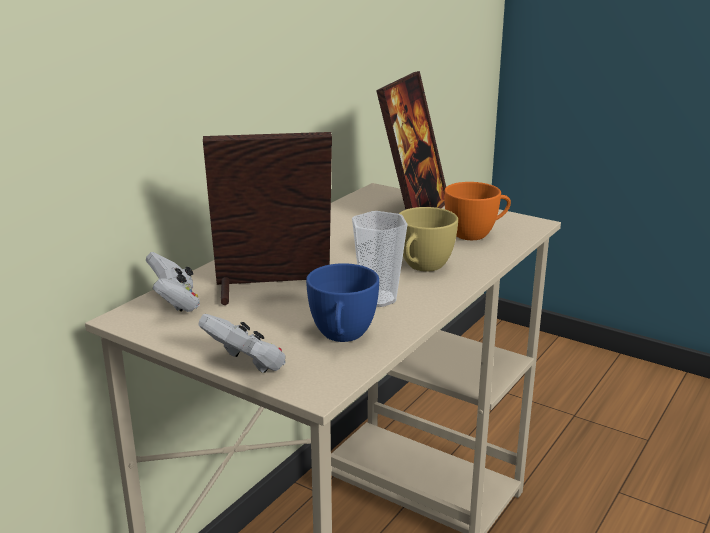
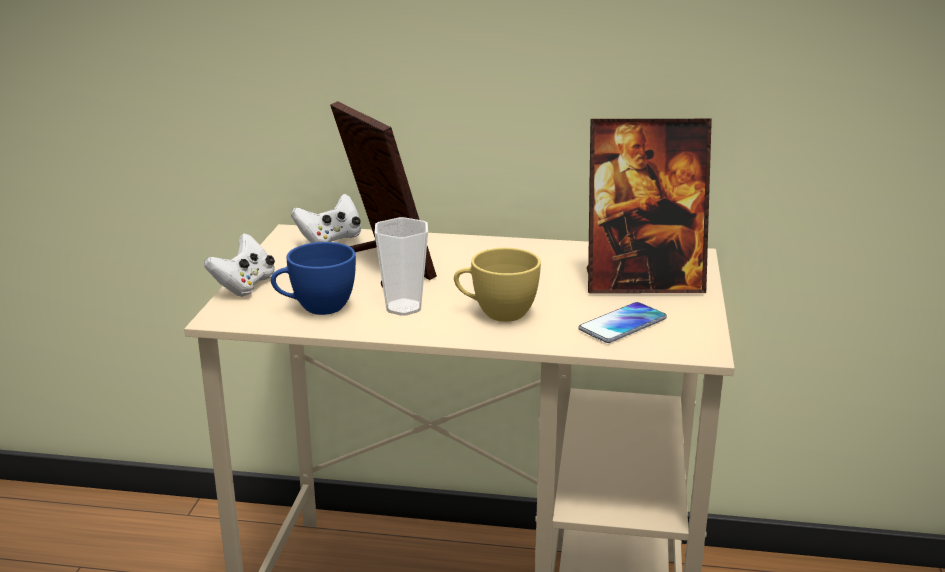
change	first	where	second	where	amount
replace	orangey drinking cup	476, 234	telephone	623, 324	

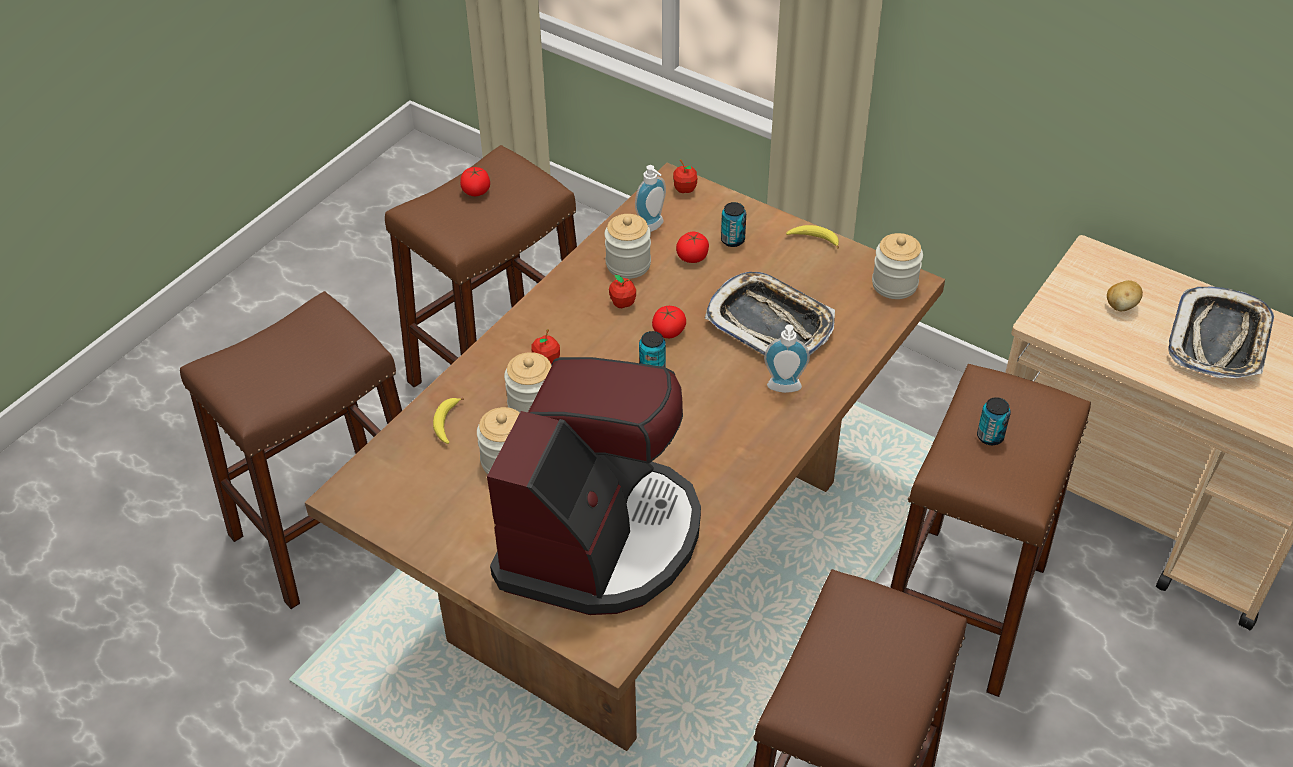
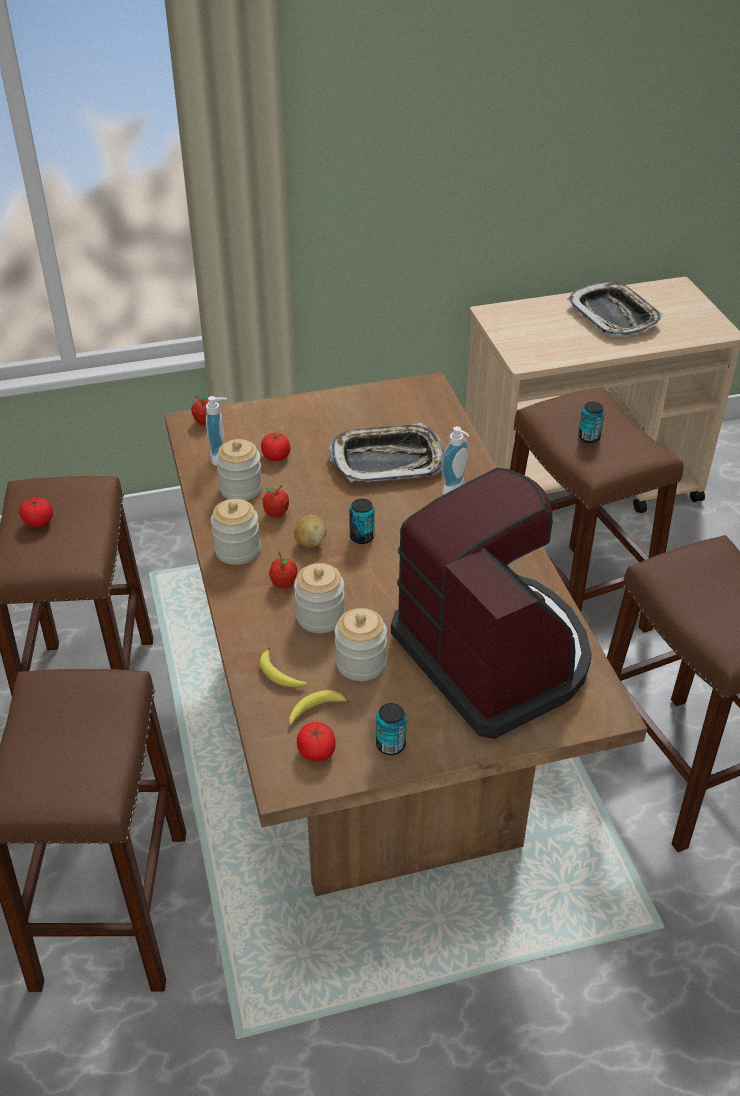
change	first	where	second	where	amount
move	whole tomato	668, 331		316, 751	
move	can	732, 240		390, 745	
move	banana	814, 239		315, 710	
move	storage jar	894, 284		237, 550	
move	whole potato	1121, 306		310, 542	

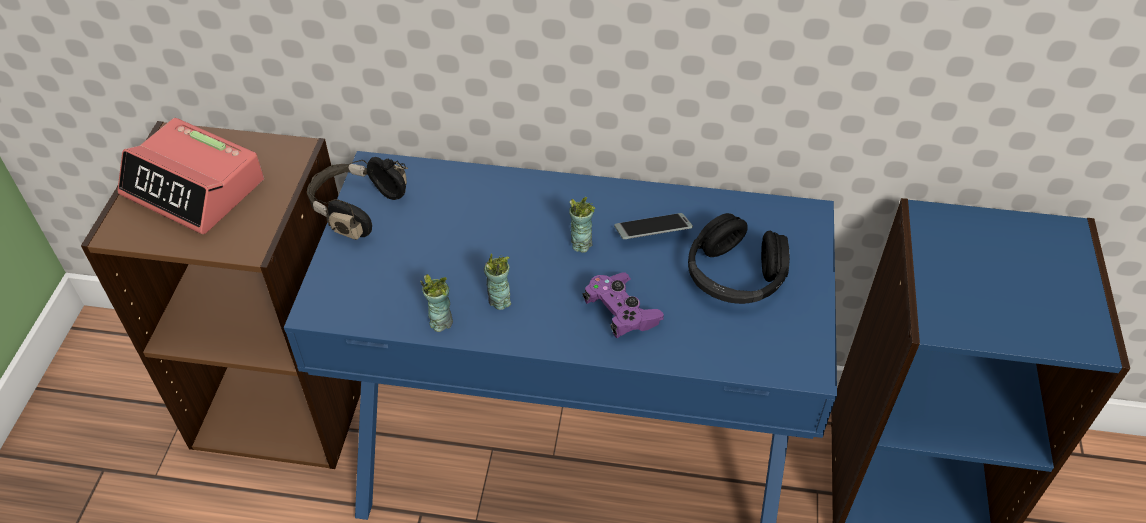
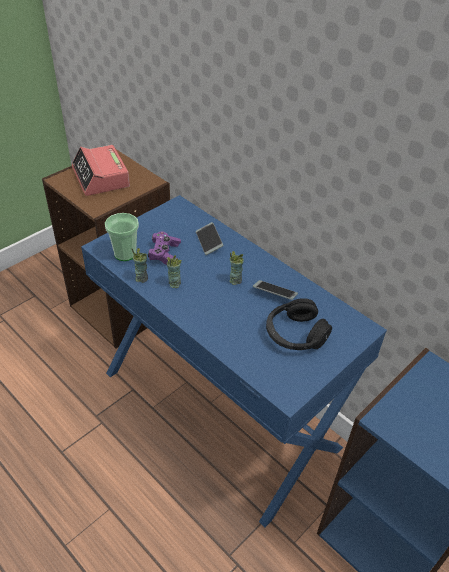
change	first	where	second	where	amount
delete	black headphones	356, 208			
move	purplish joypad	621, 313		164, 254	
insert			drinking cup	125, 254	
insert			telephone	209, 242	

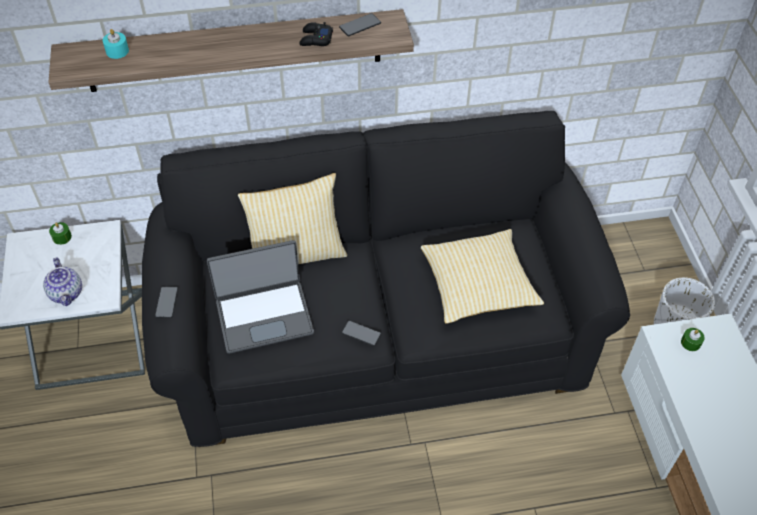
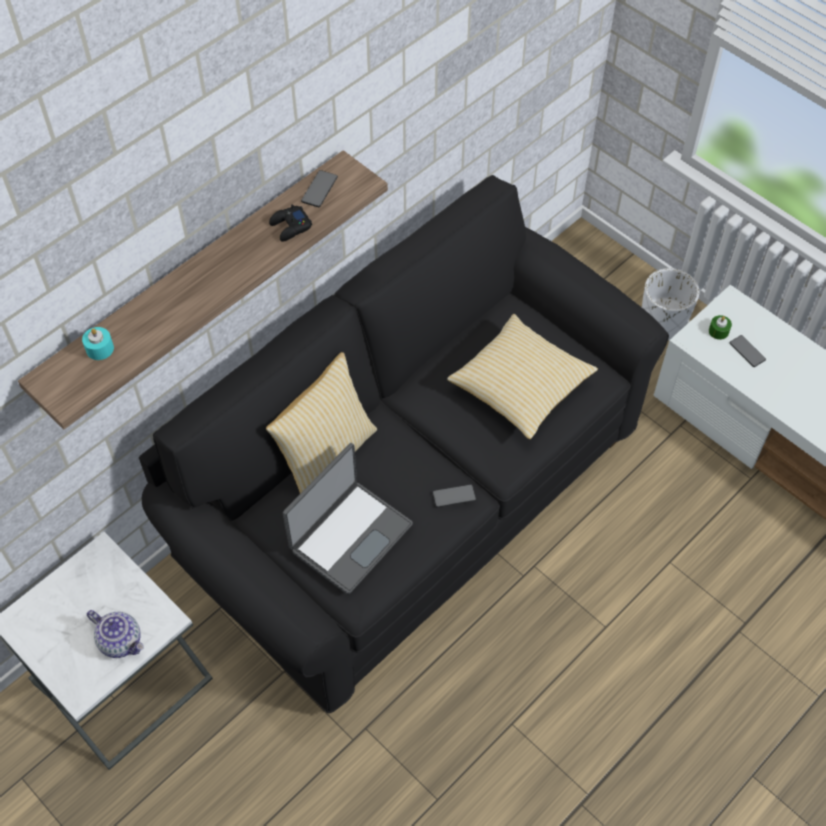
change	first	where	second	where	amount
delete	green-coloured wax light	62, 237			
move	telephone	166, 302		747, 351	

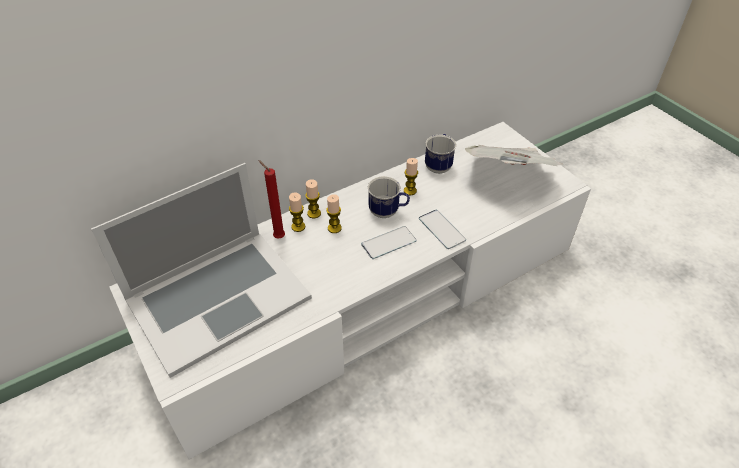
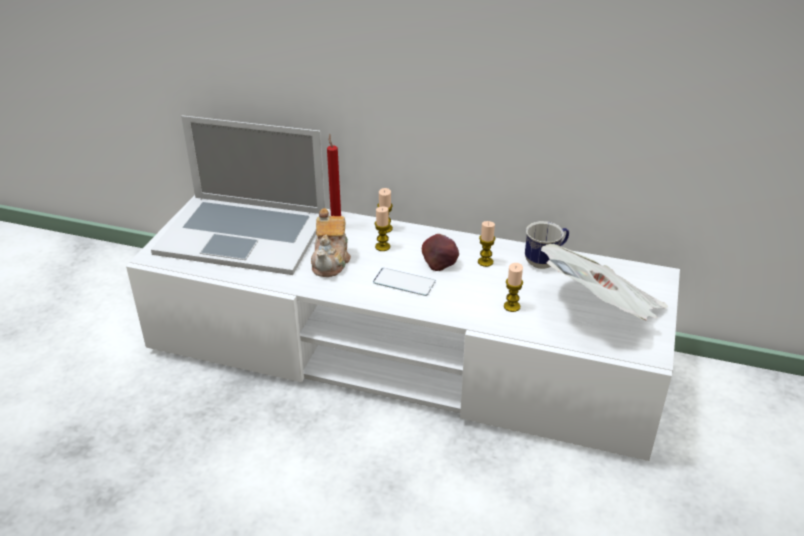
change	first	where	second	where	amount
move	wax light	298, 226		512, 306	
replace	mug	388, 212	whole apple	440, 264	
delete	telephone	441, 229			
insert			pot for tea	331, 261	

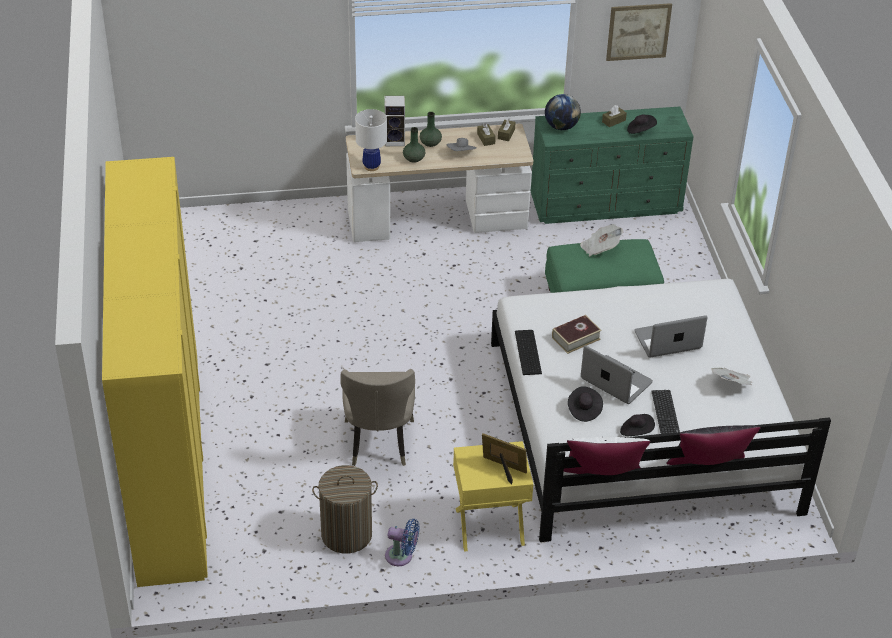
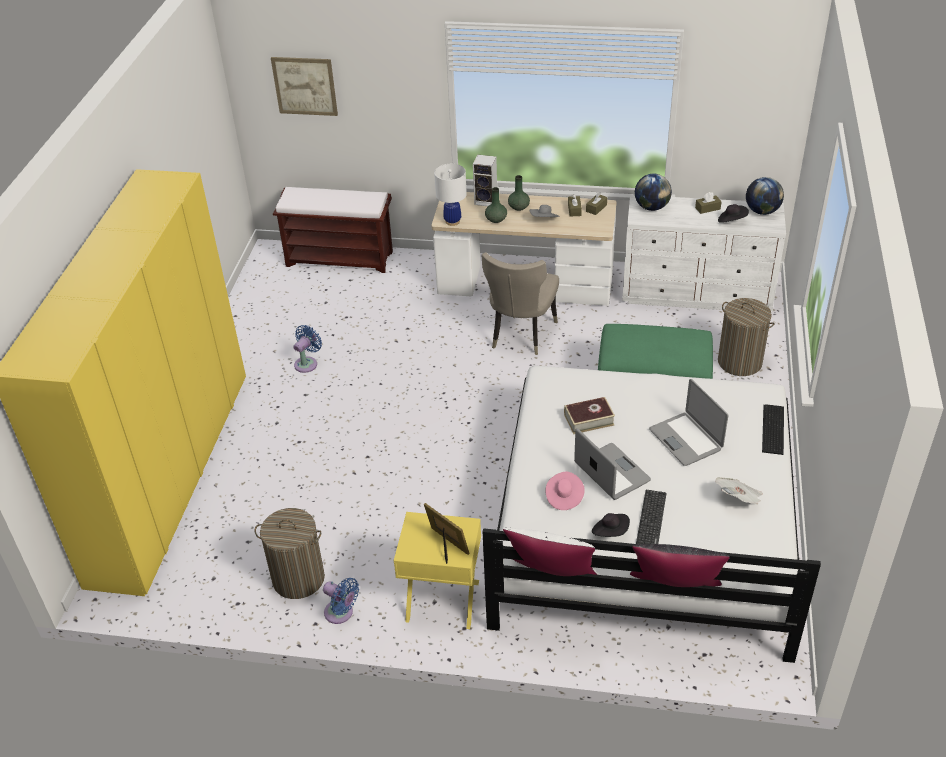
change	first	where	second	where	amount
move	sand-coloured upright chair	378, 444		520, 335	
move	keyboard	527, 353		771, 430	
recolor	green-coloured dresser	606, 204	white-coloured dresser	697, 293	
recolor	black hat	584, 410	pinkish hat	564, 497	
delete	printed paper	600, 248			
move	picture	638, 31		305, 86	
rotate	laptop	668, 341		686, 439	120 degrees counterclockwise
insert			brown-coloured indoor bench	340, 258	
insert			blue cooling fan	307, 363	
insert			laundry basket	740, 362	
insert			world globe	762, 211	

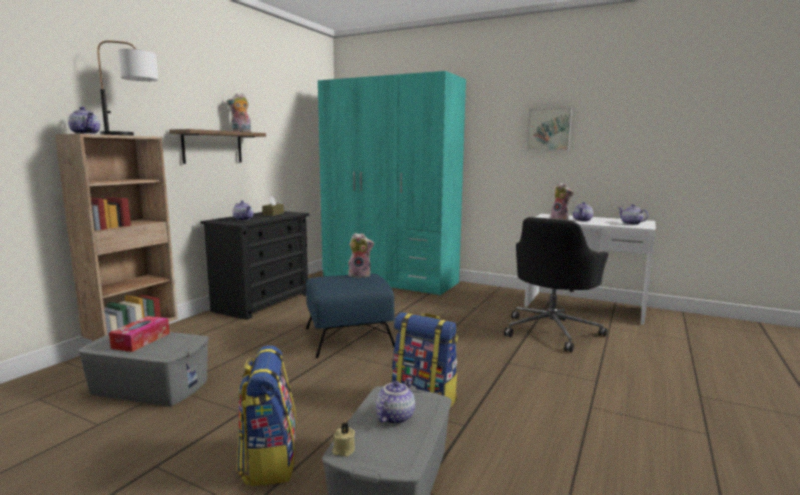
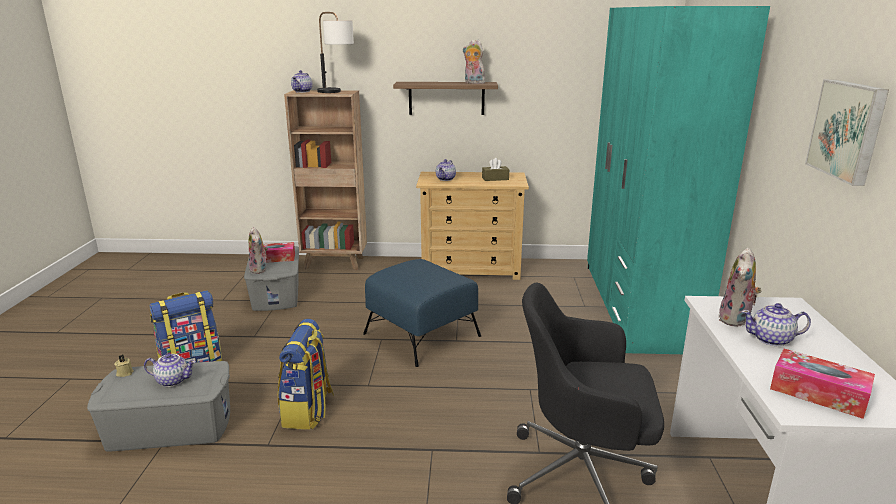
change	first	where	second	where	amount
recolor	black dresser	262, 302	sand-coloured dresser	471, 269	
move	soft toy	360, 275		260, 270	
replace	pot for tea	630, 223	tissue box	818, 393	

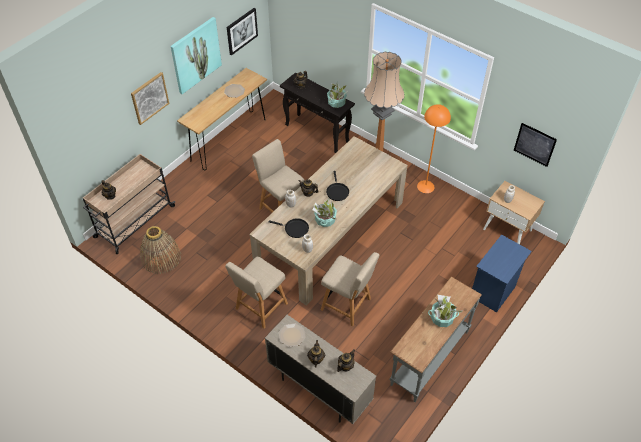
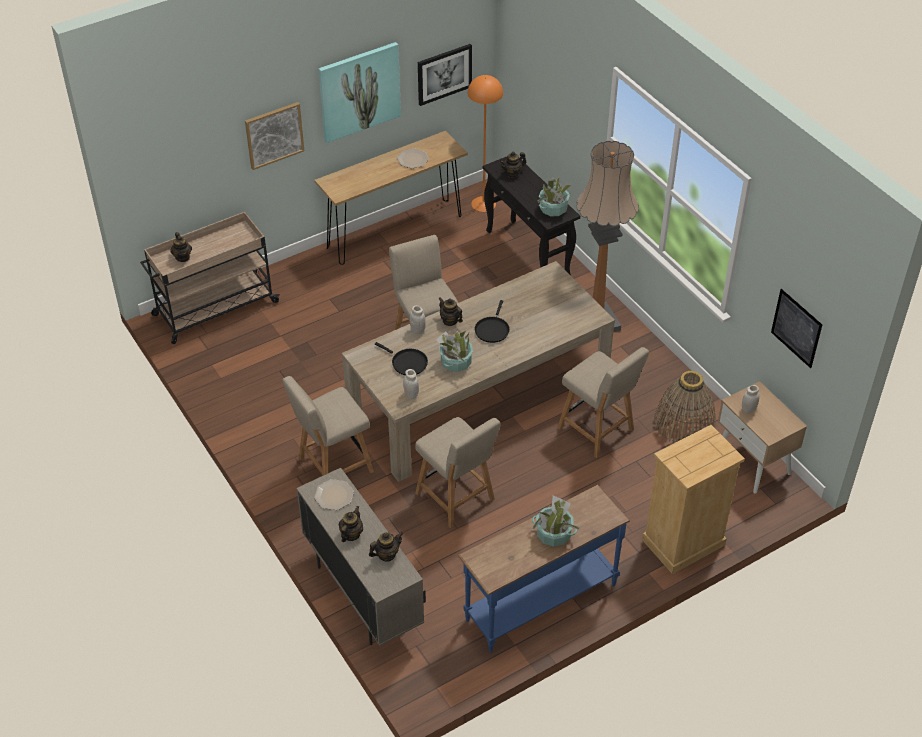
change	first	where	second	where	amount
move	storage basket	161, 257		684, 423	
recolor	grey narrow table	428, 357	blue narrow table	540, 601	
move	orangey standard lamp	425, 186		483, 203	
replace	blue night table	493, 292	sand-coloured dresser	683, 543	
insert			sand-coloured upright chair	598, 431	

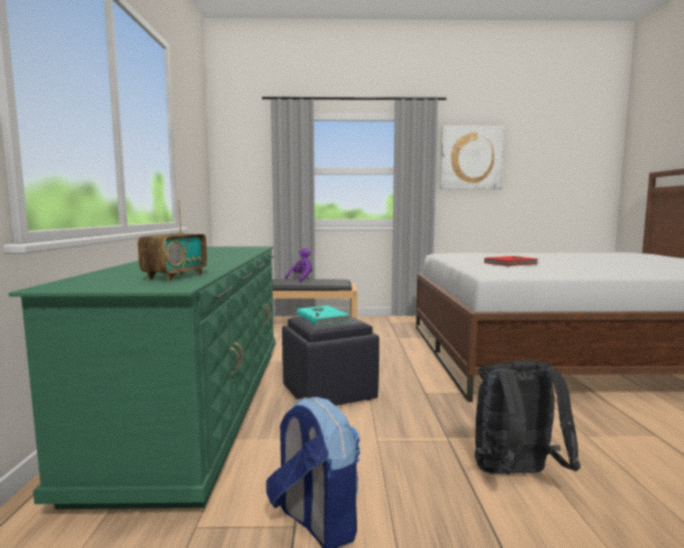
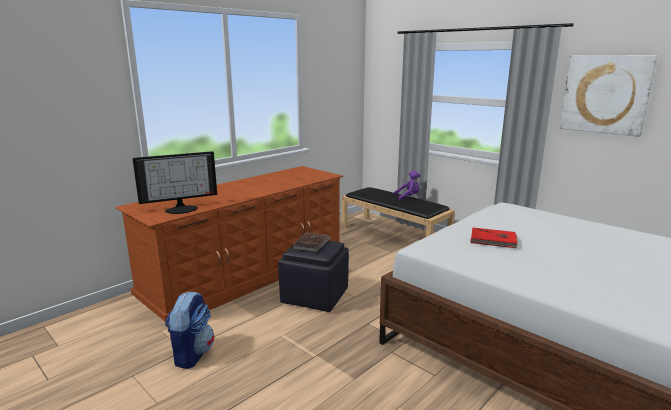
change	first	where	second	where	amount
recolor	green-coloured dresser	201, 405	brown-coloured dresser	248, 275	
replace	radio receiver	175, 276	computer display	181, 209	
recolor	turquoise-coloured book	323, 317	brown-coloured book	312, 244	
delete	black knapsack	515, 476			

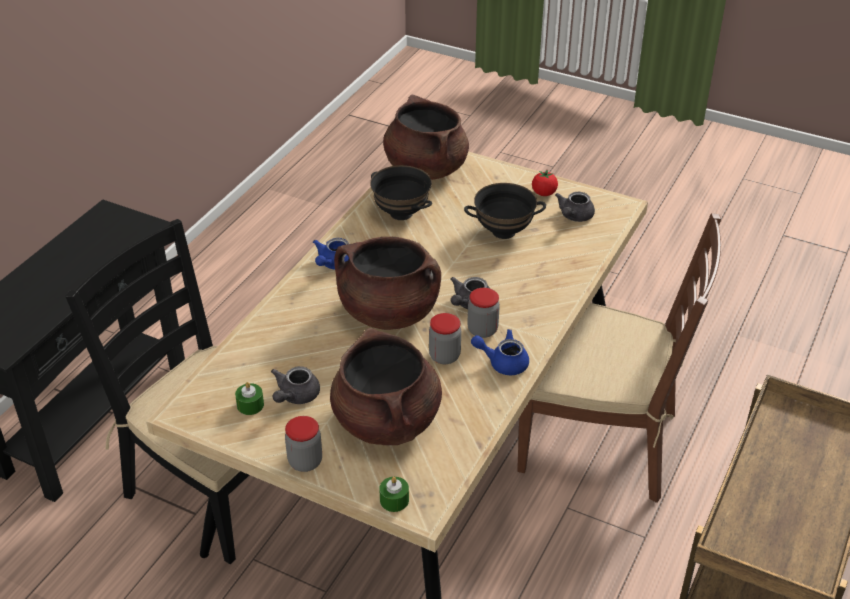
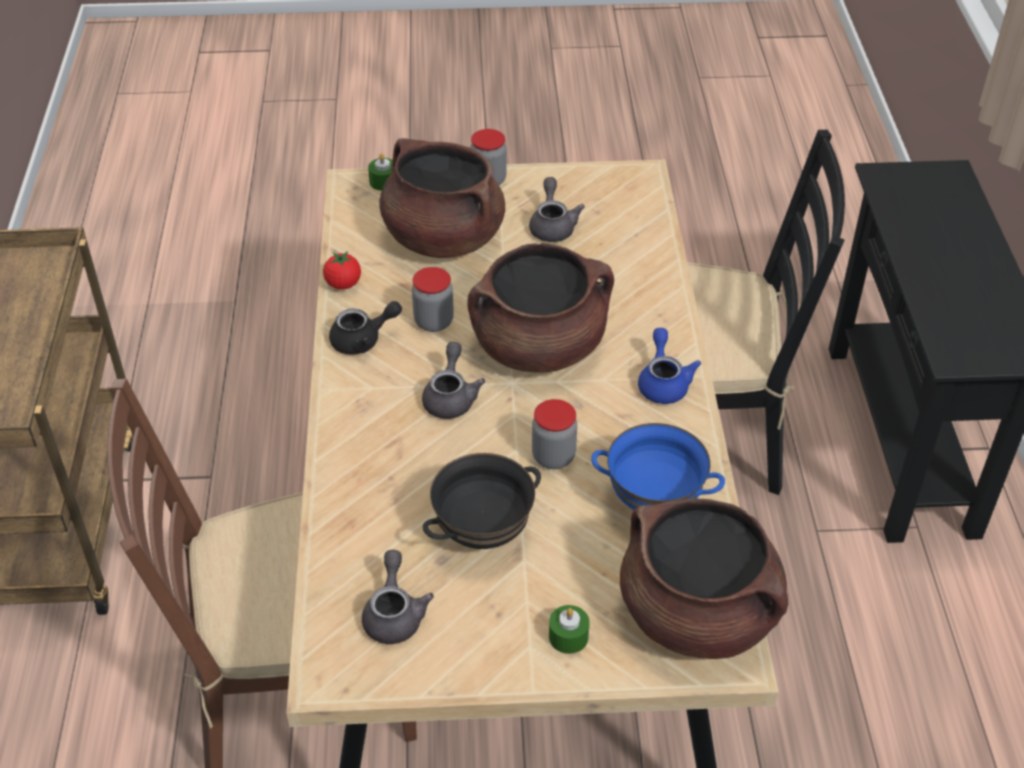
change	first	where	second	where	amount
move	green-coloured wax light	250, 405		568, 636	
recolor	black deep dish	402, 213	blue deep dish	653, 503	
move	storage jar	482, 330		553, 457	
recolor	blue pot for tea	503, 362	black pot for tea	363, 340	
move	whole tomato	544, 193		343, 284	

